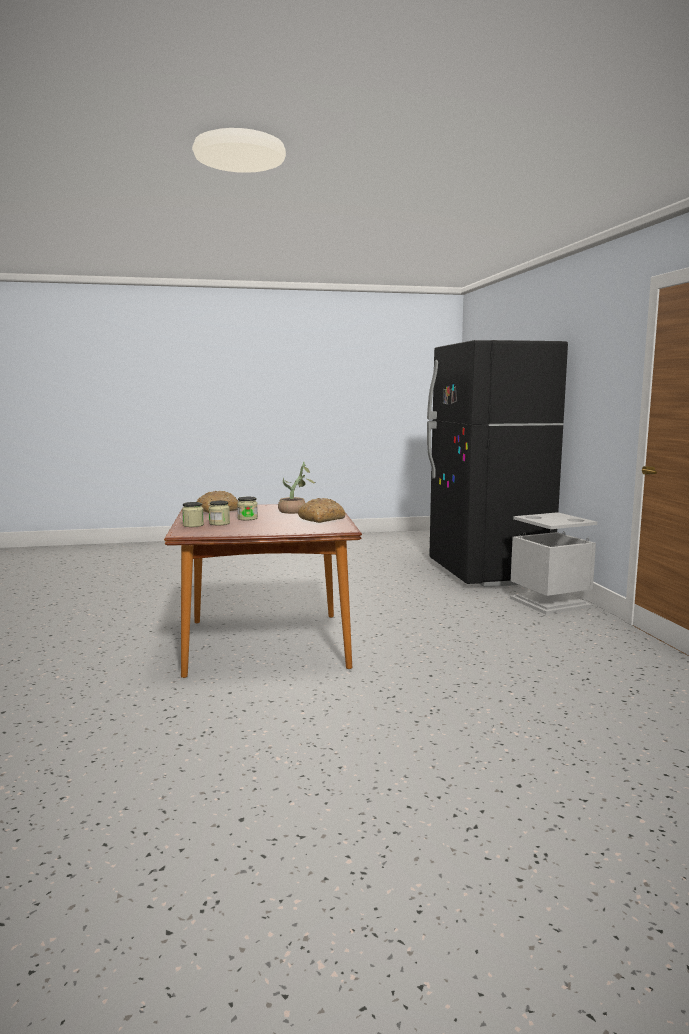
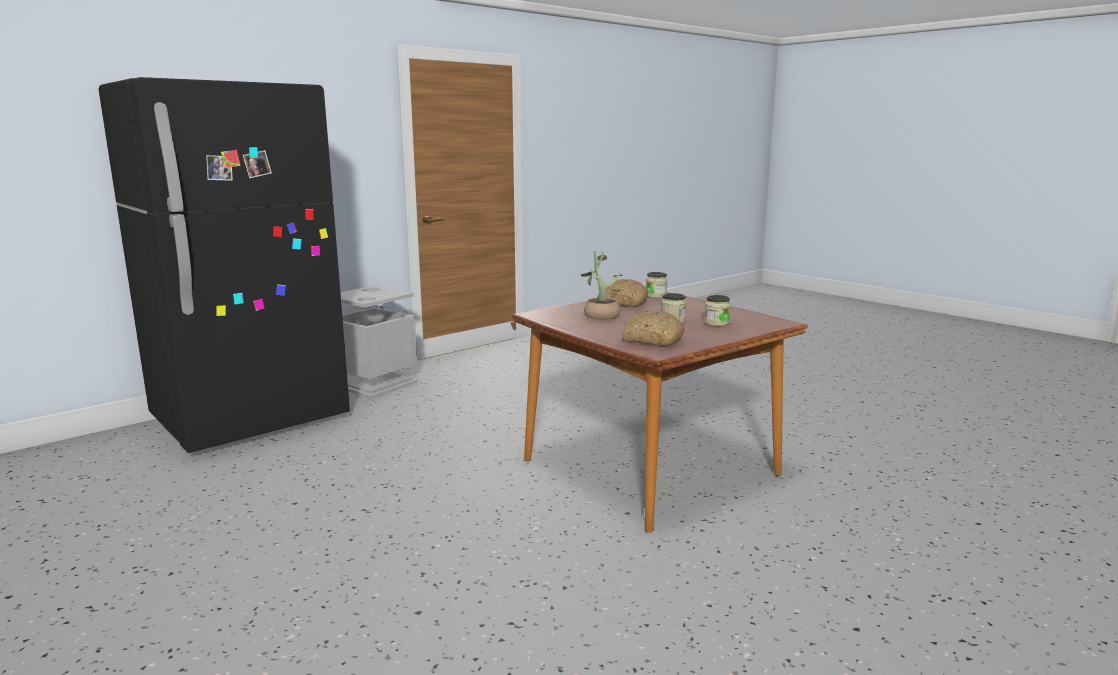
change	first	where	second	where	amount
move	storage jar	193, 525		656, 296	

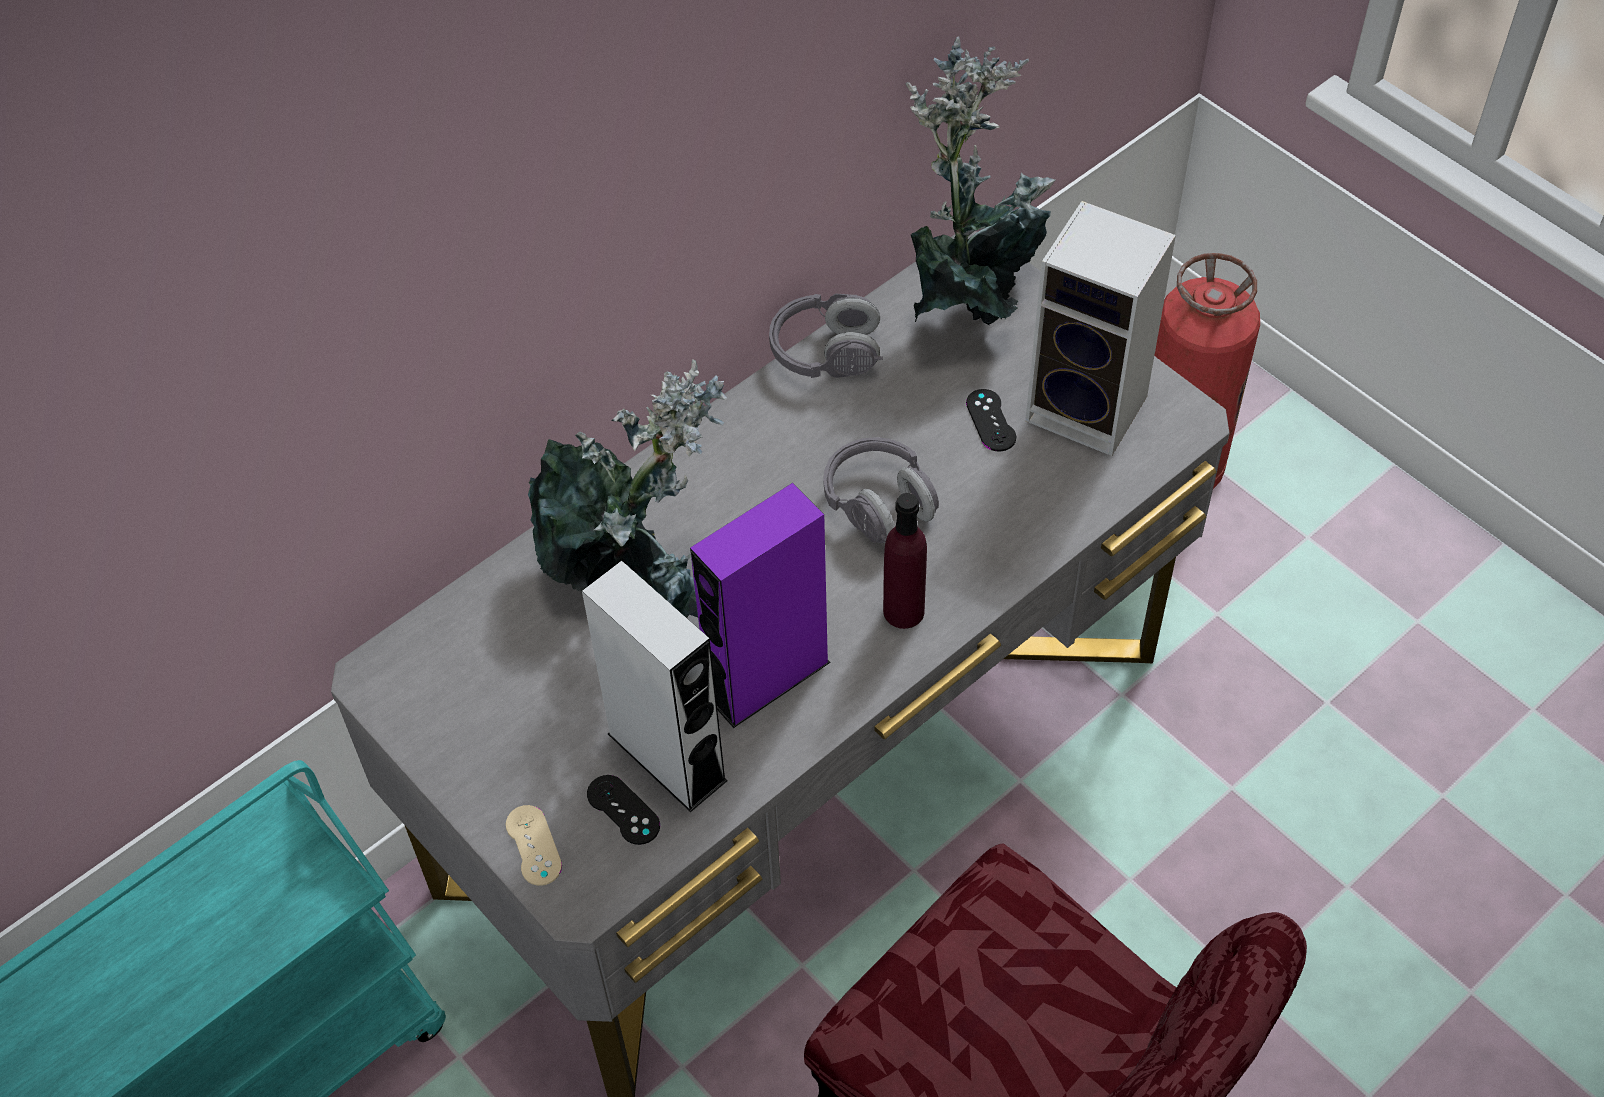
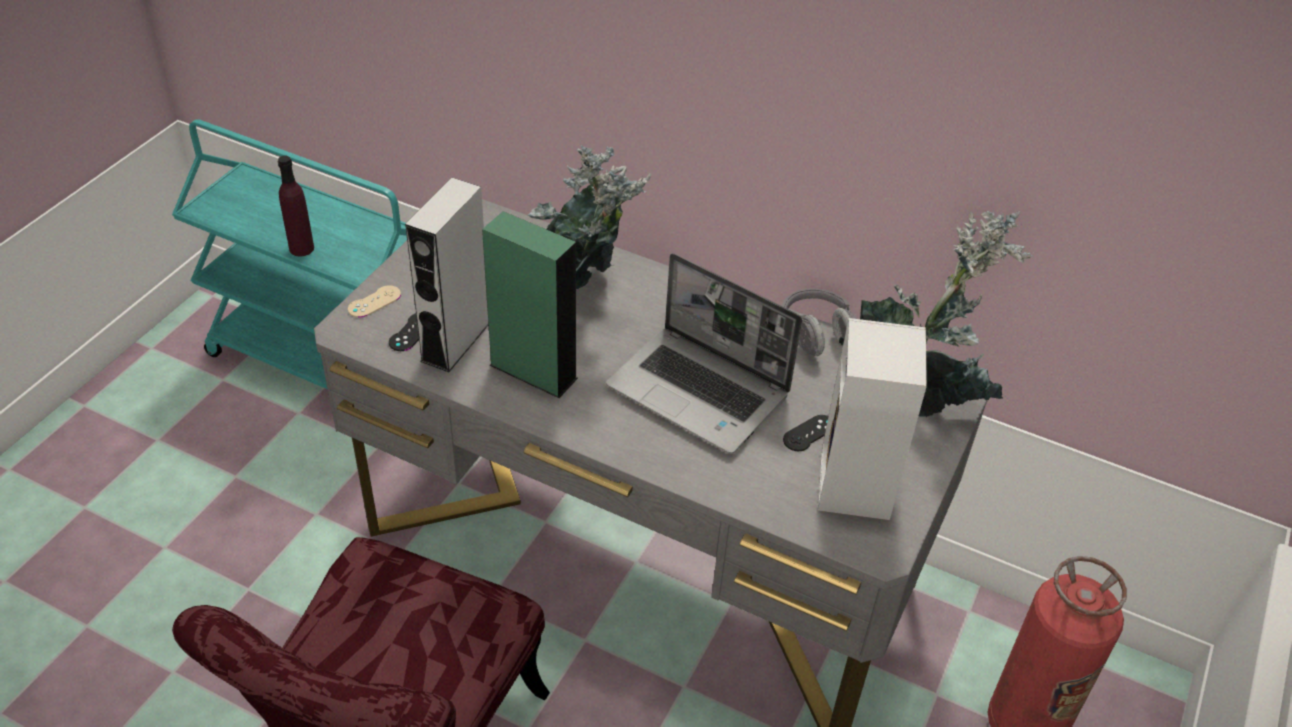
change	first	where	second	where	amount
recolor	purplish audio speaker	767, 678	green-coloured audio speaker	533, 371	
replace	grey headphones	879, 505	laptop	700, 391	
move	purplish beverage bottle	903, 611		301, 248	

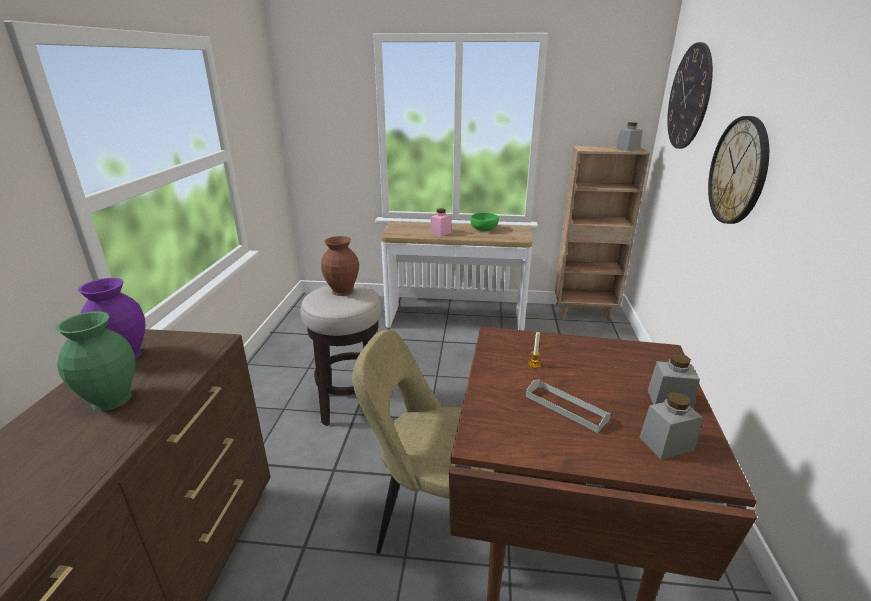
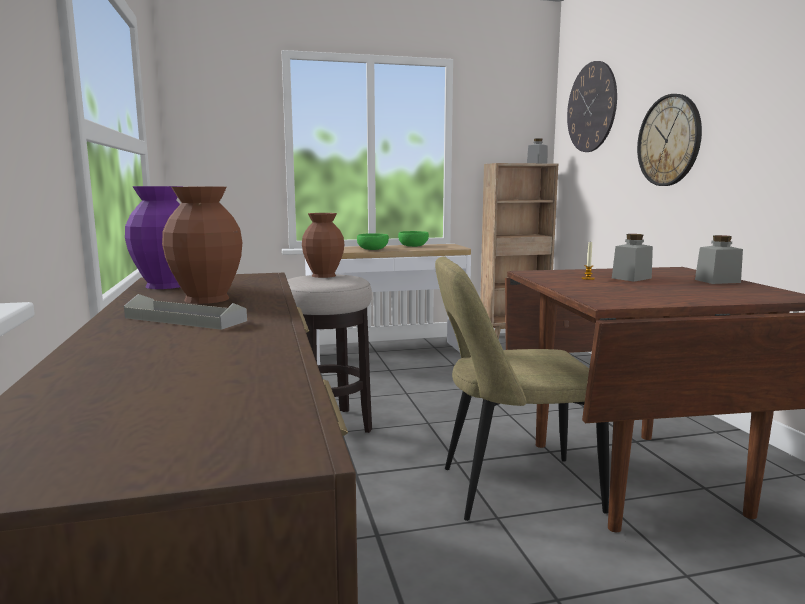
change	first	where	second	where	amount
recolor	green-coloured decorative vase	111, 400	brown-coloured decorative vase	207, 299	
replace	pinkish storage jar	440, 233	green-coloured deep dish	372, 249	
move	grey carrying tray	566, 407		185, 319	
move	grey storage jar	666, 444		631, 278	

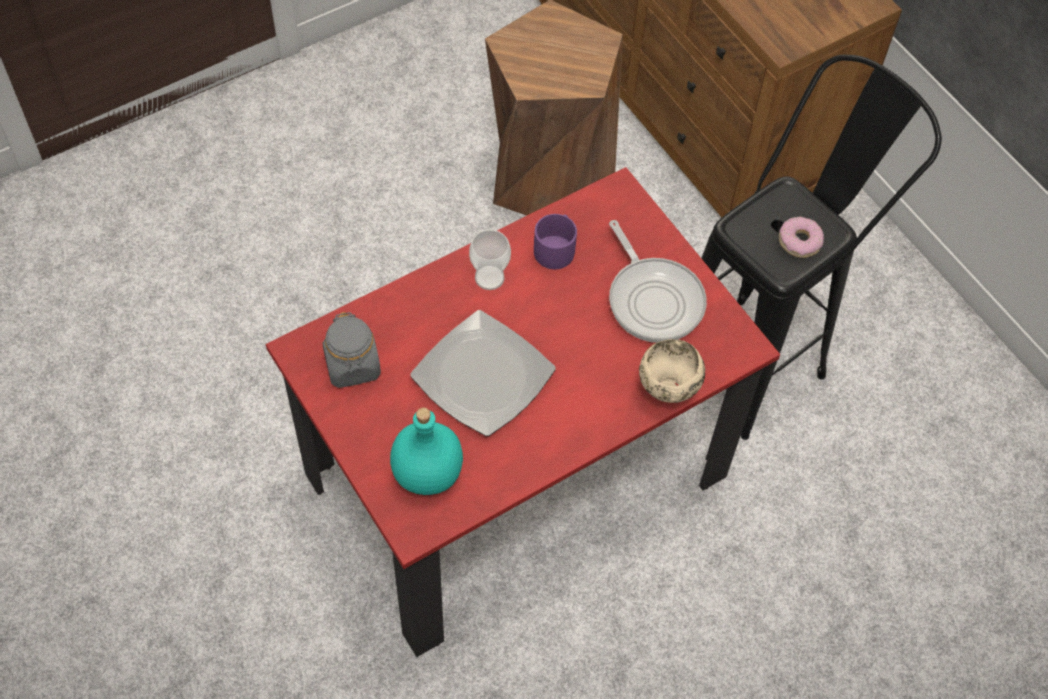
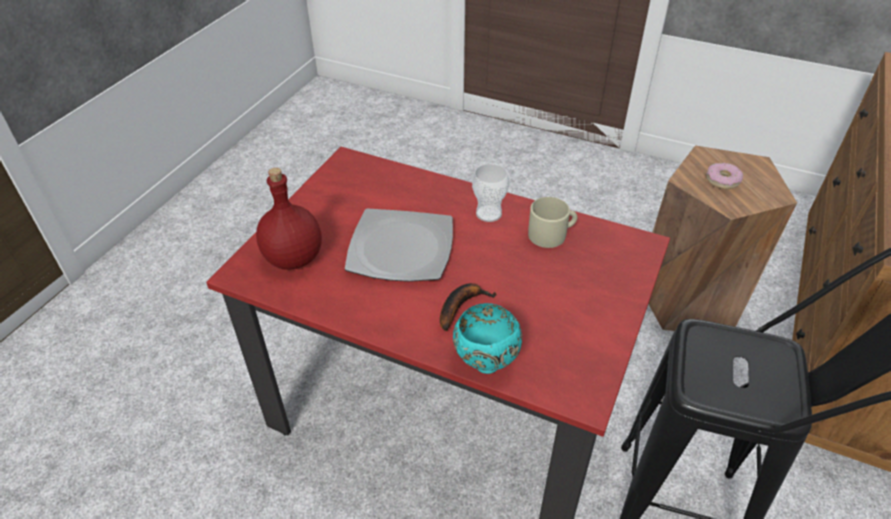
change	first	where	second	where	amount
delete	grey storage jar	353, 365			
recolor	turquoise-coloured beverage bottle	426, 472	red beverage bottle	293, 257	
recolor	purplish mug	556, 248	sand-coloured mug	551, 234	
delete	frying pan	653, 299			
recolor	sand-coloured deep dish	666, 391	turquoise-coloured deep dish	485, 362	
move	doughnut	799, 241		722, 180	
insert			banana	461, 306	

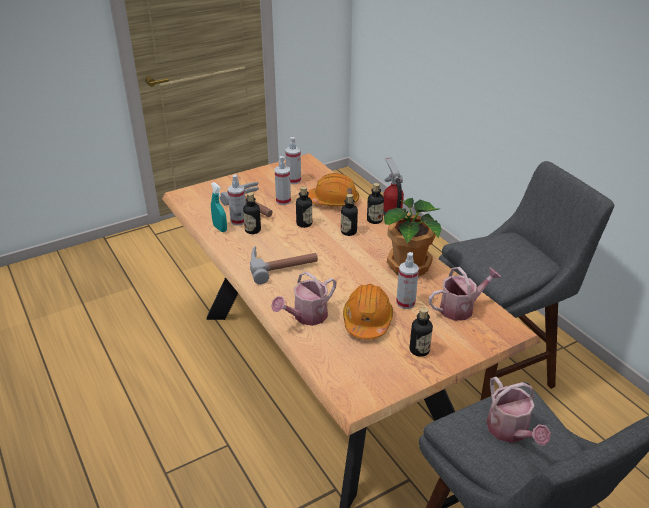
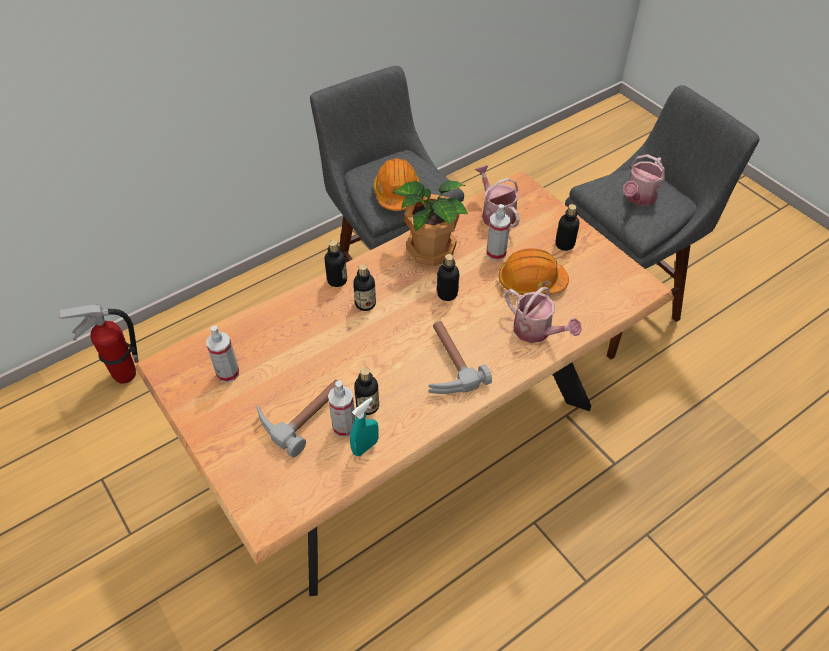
change	first	where	second	where	amount
delete	sprayer	283, 201			
move	beverage bottle	304, 223		447, 294	
move	orangey safety helmet	333, 201		397, 193	
rotate	watering can	510, 431		638, 197	150 degrees clockwise

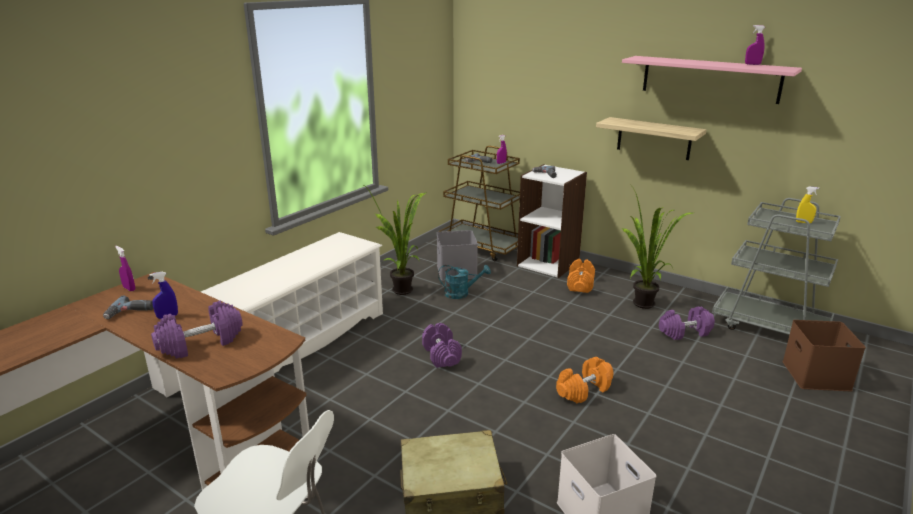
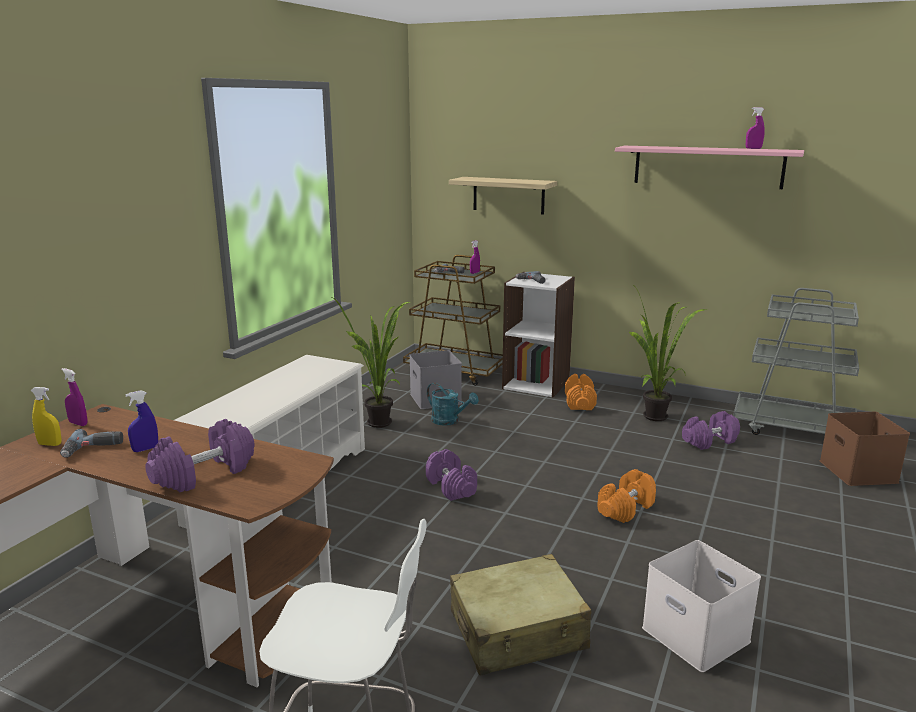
change	first	where	second	where	amount
rotate	turquoise-coloured watering can	461, 293		449, 421	45 degrees clockwise
move	shelf	654, 138		508, 195	
move	yellow sprayer	803, 222		50, 444	

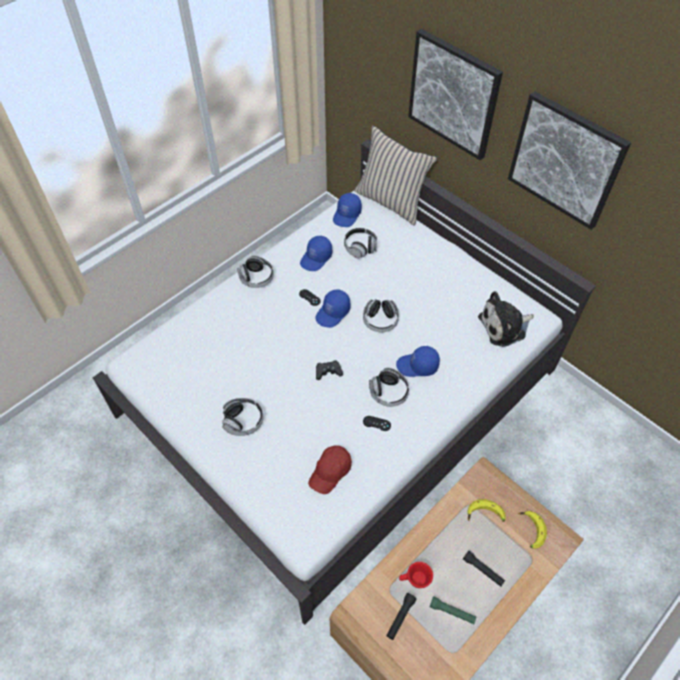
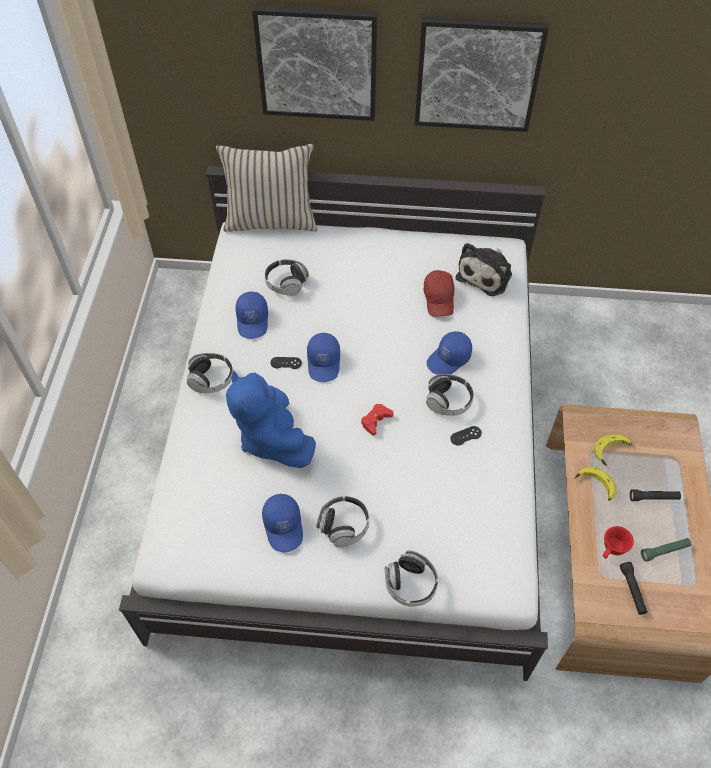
change	first	where	second	where	amount
move	red baseball cap	331, 472		439, 298	
recolor	black joypad	328, 372	red joypad	376, 421	
move	blue baseball cap	347, 215		284, 526	
move	headphones	380, 321		410, 584	
move	banana	529, 530		594, 486	
insert			blue soft toy	272, 438	

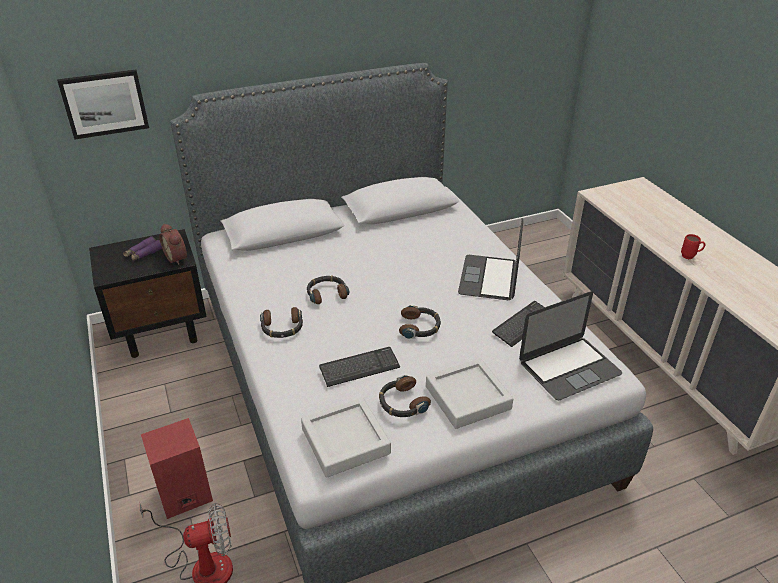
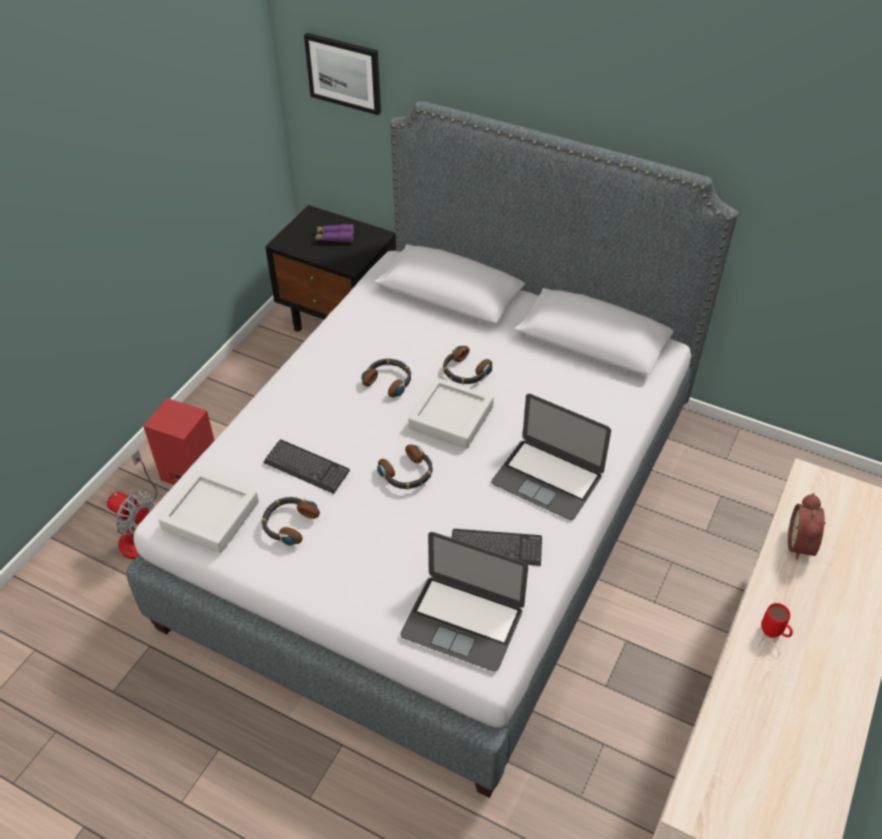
change	first	where	second	where	amount
move	table clock	178, 258		802, 544	
move	headphones	282, 328		465, 371	
move	grey carrying tray	468, 398		451, 417	
rotate	laptop	489, 278		547, 479	120 degrees counterclockwise

